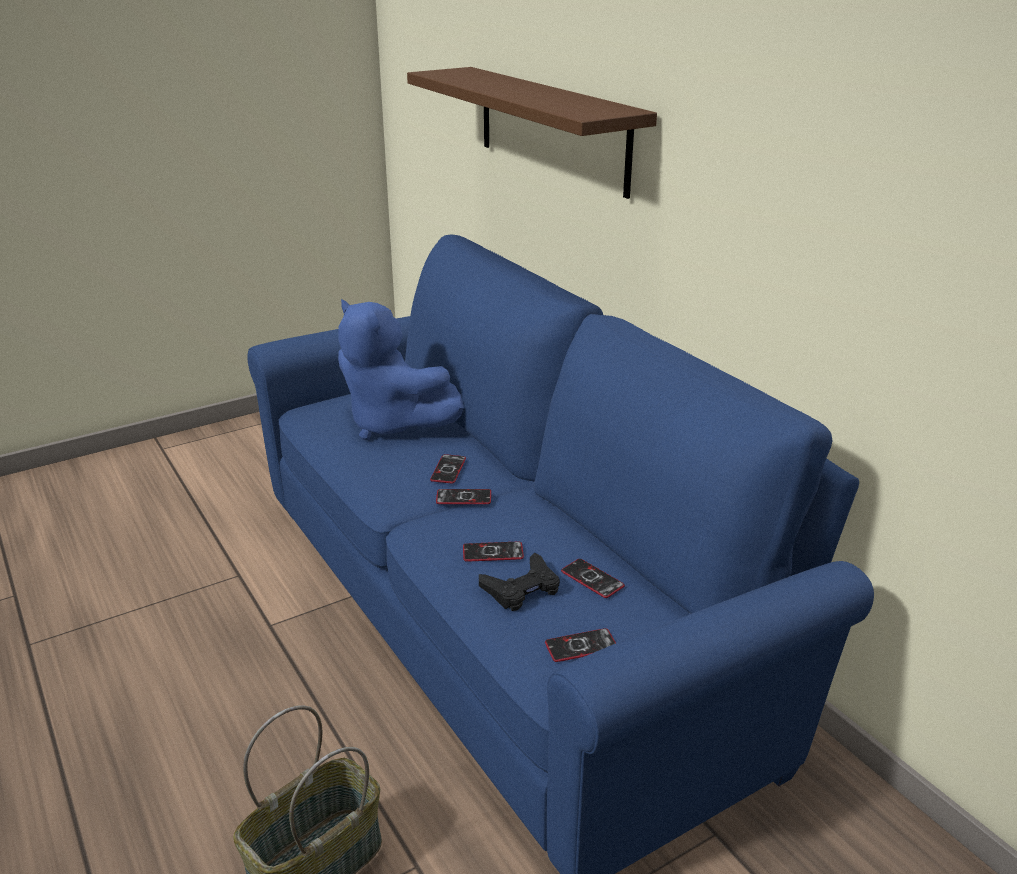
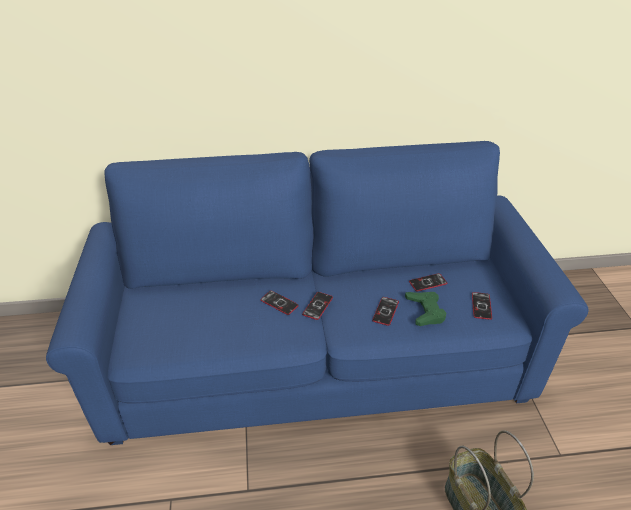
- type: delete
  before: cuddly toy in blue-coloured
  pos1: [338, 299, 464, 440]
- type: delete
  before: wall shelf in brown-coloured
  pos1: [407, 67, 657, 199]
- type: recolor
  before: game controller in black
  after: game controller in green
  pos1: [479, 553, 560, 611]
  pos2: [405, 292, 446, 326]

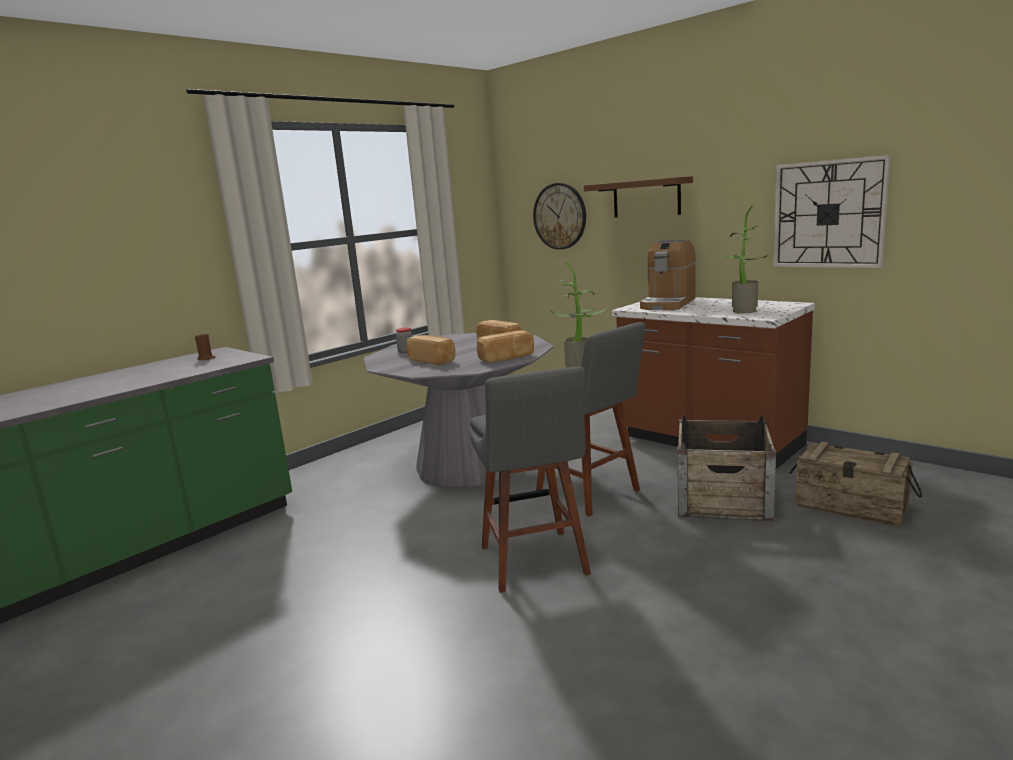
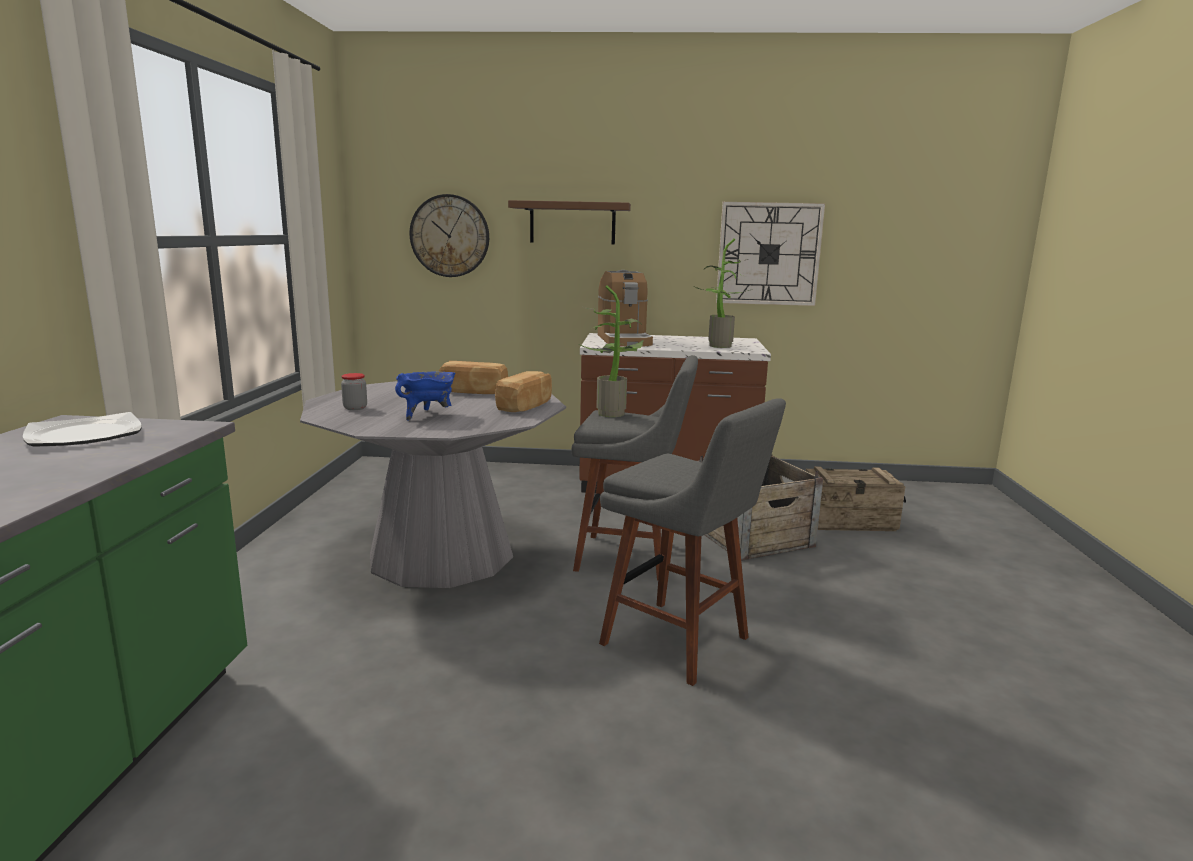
- type: replace
  before: candle in brown-coloured
  after: dinner plate
  pos1: [195, 333, 216, 360]
  pos2: [23, 412, 142, 447]
- type: replace
  before: bread
  after: stockpot in blue-coloured
  pos1: [406, 335, 455, 365]
  pos2: [395, 372, 455, 421]

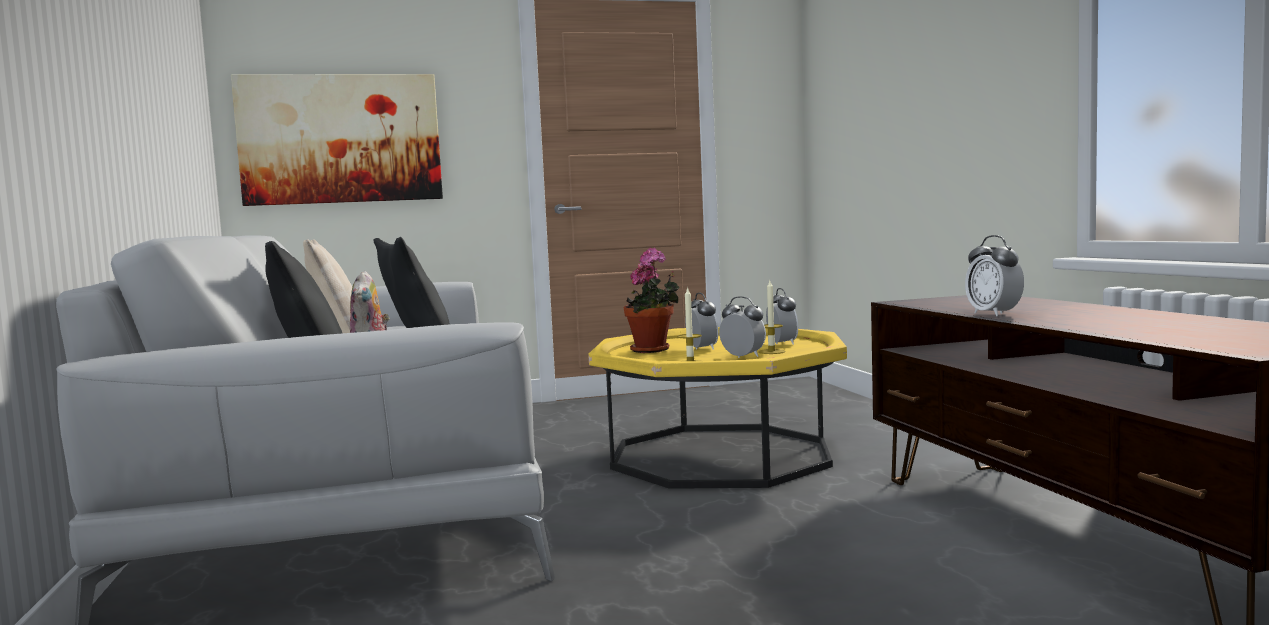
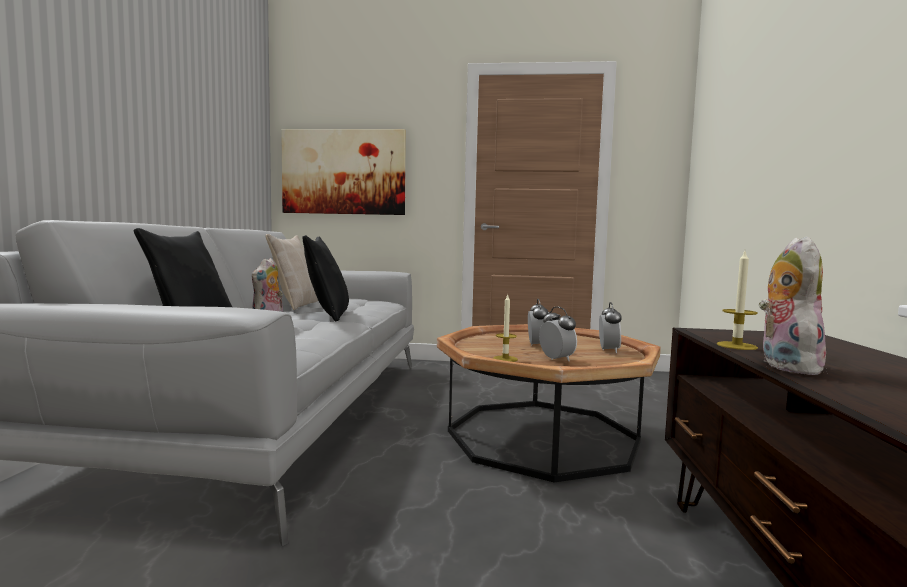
- type: delete
  before: potted plant
  pos1: [624, 248, 679, 353]
- type: move
  before: candle
  pos1: [758, 279, 786, 354]
  pos2: [717, 251, 758, 350]
- type: replace
  before: table clock
  after: cuddly toy
  pos1: [965, 235, 1024, 316]
  pos2: [759, 236, 826, 375]
- type: recolor
  before: lounge table in yellowish
  after: lounge table in brown-coloured
  pos1: [588, 327, 847, 489]
  pos2: [437, 324, 661, 483]

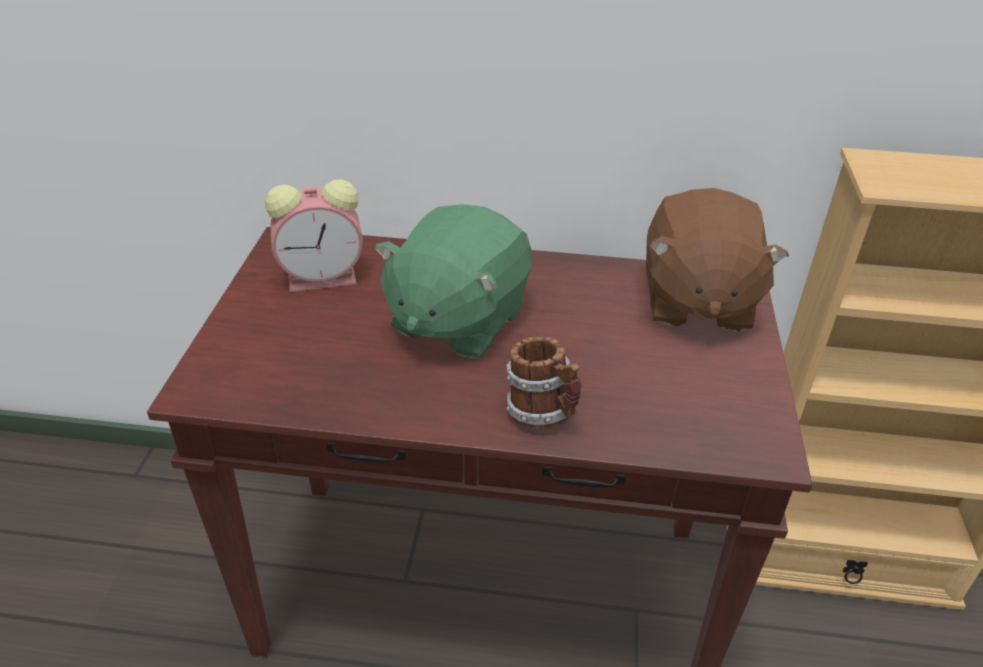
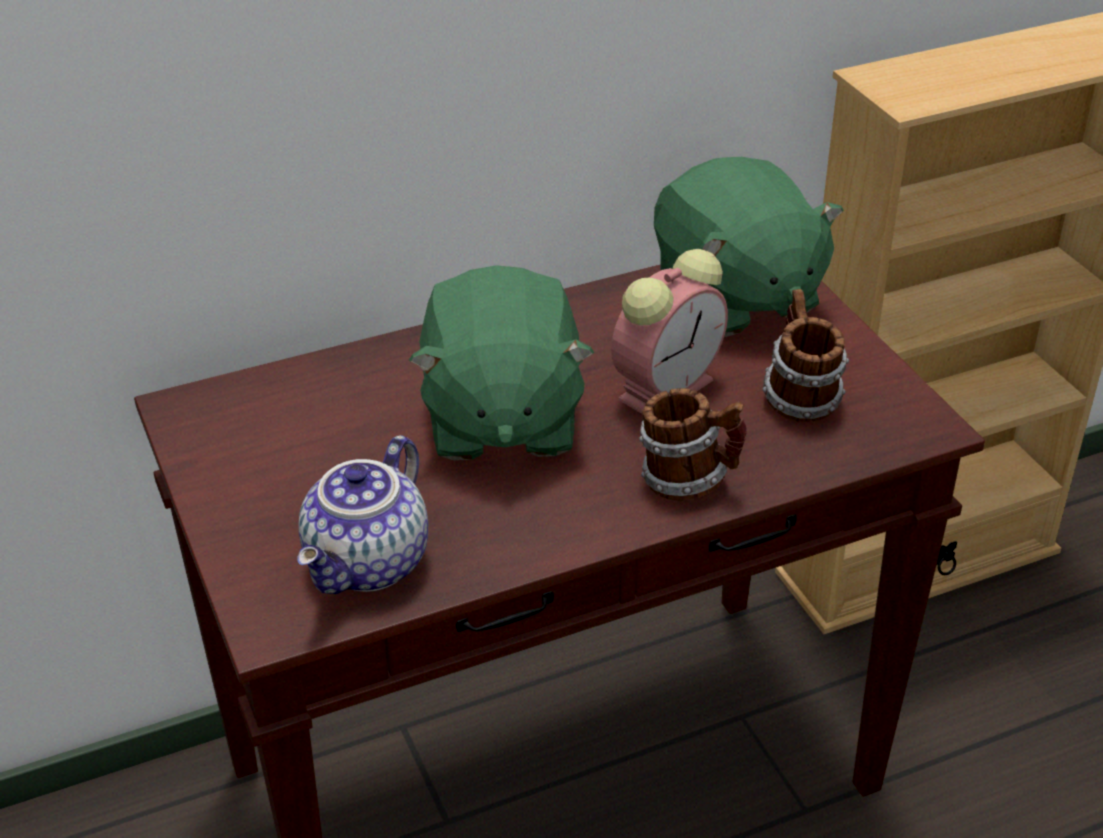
- type: insert
  after: teapot
  pos2: [297, 435, 428, 594]
- type: insert
  after: coffee mug
  pos2: [763, 289, 849, 422]
- type: move
  before: table clock
  pos1: [265, 180, 363, 292]
  pos2: [611, 249, 728, 414]
- type: recolor
  before: cuddly toy in brown-coloured
  after: cuddly toy in green
  pos1: [646, 188, 789, 332]
  pos2: [654, 157, 844, 337]

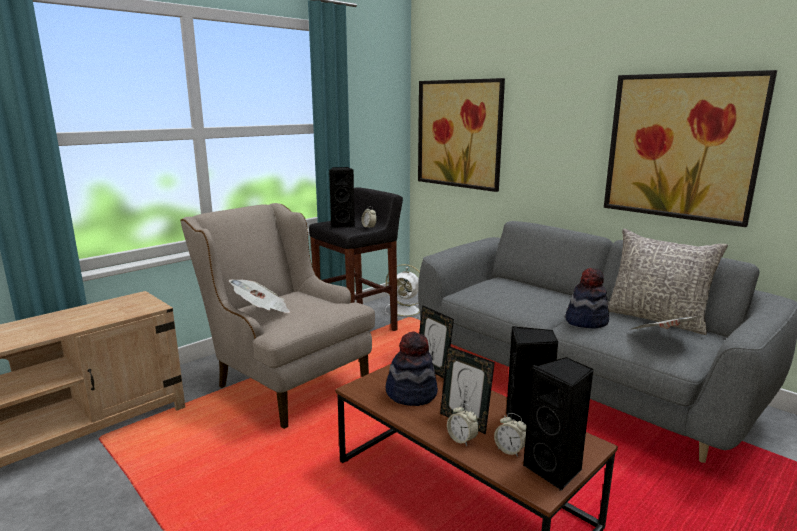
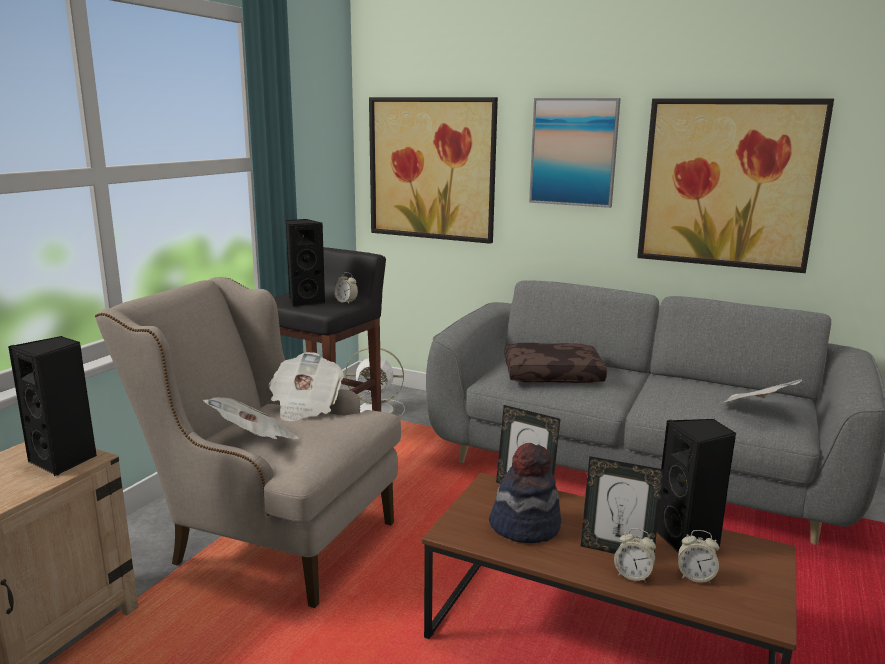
- type: delete
  before: clothing hat
  pos1: [565, 268, 609, 329]
- type: delete
  before: pillow in greyish
  pos1: [608, 229, 728, 335]
- type: insert
  after: newspaper
  pos2: [268, 352, 344, 421]
- type: insert
  after: pillow in brown-coloured
  pos2: [504, 343, 607, 383]
- type: insert
  after: wall picture
  pos2: [529, 98, 621, 208]
- type: move
  before: speaker in black
  pos1: [523, 357, 594, 491]
  pos2: [8, 336, 97, 476]

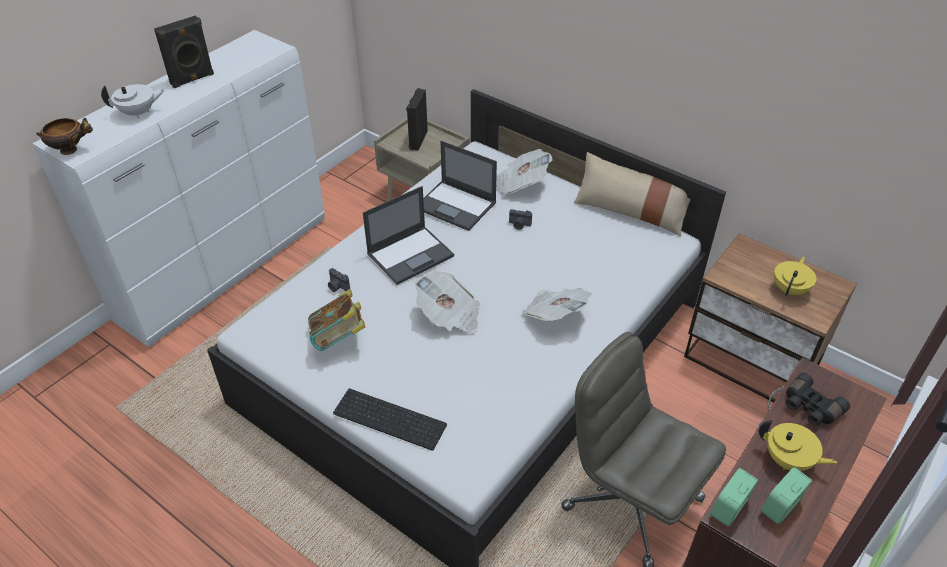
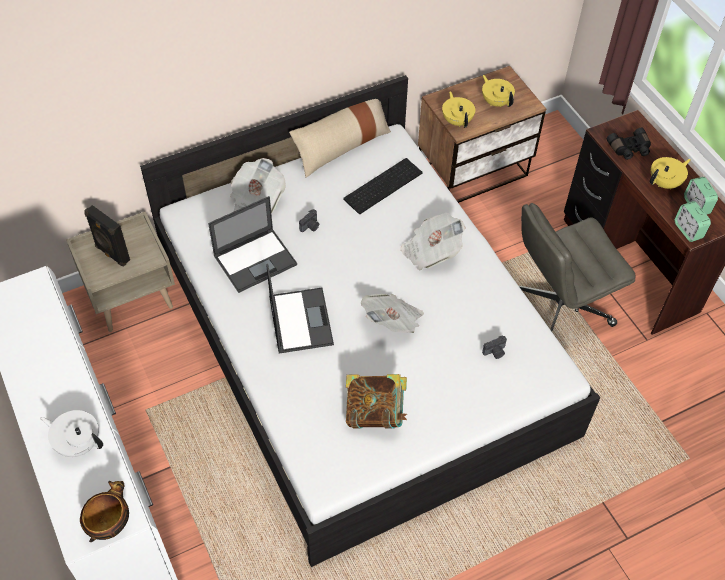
- type: delete
  before: speaker in black
  pos1: [154, 15, 214, 88]
- type: insert
  after: teapot in yellowish
  pos2: [442, 91, 475, 128]
- type: move
  before: photo camera
  pos1: [328, 268, 350, 292]
  pos2: [482, 336, 507, 359]
- type: move
  before: PC keyboard
  pos1: [333, 389, 447, 451]
  pos2: [343, 158, 423, 214]
- type: rotate
  before: teapot in white-coloured
  pos1: [101, 84, 165, 119]
  pos2: [40, 410, 103, 457]
  turn: -75

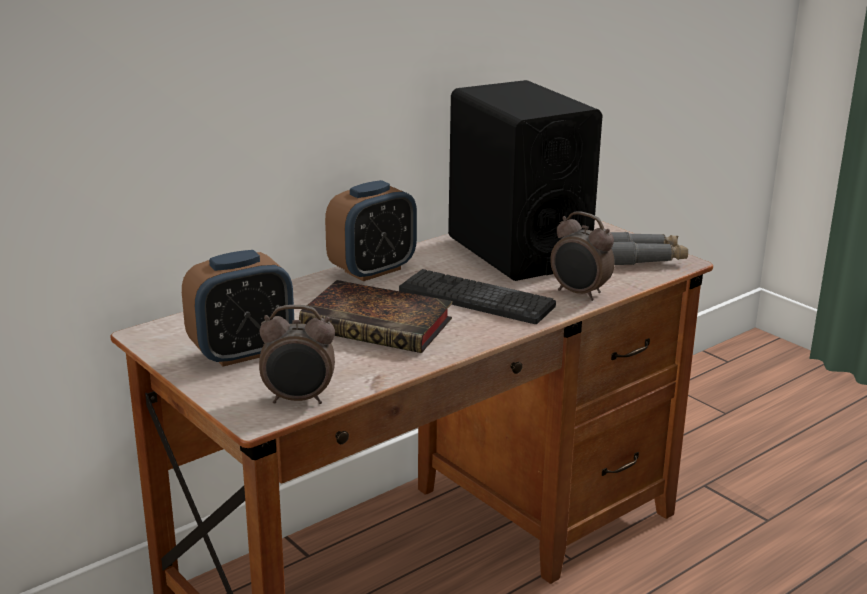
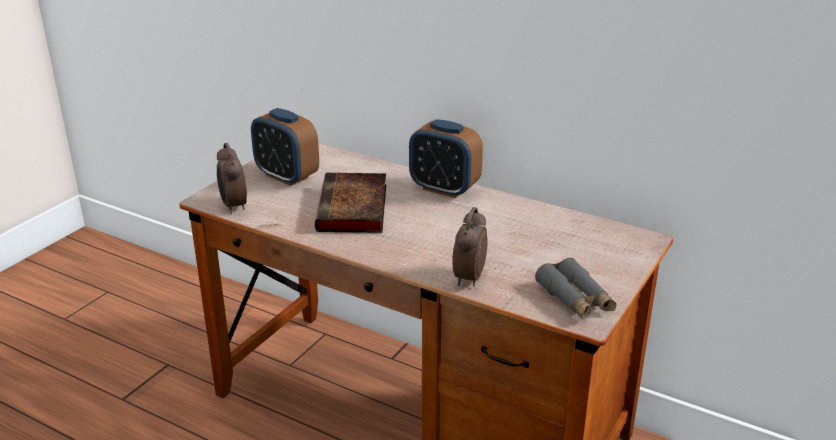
- type: delete
  before: PC keyboard
  pos1: [399, 269, 556, 324]
- type: delete
  before: speaker in black
  pos1: [448, 80, 603, 281]

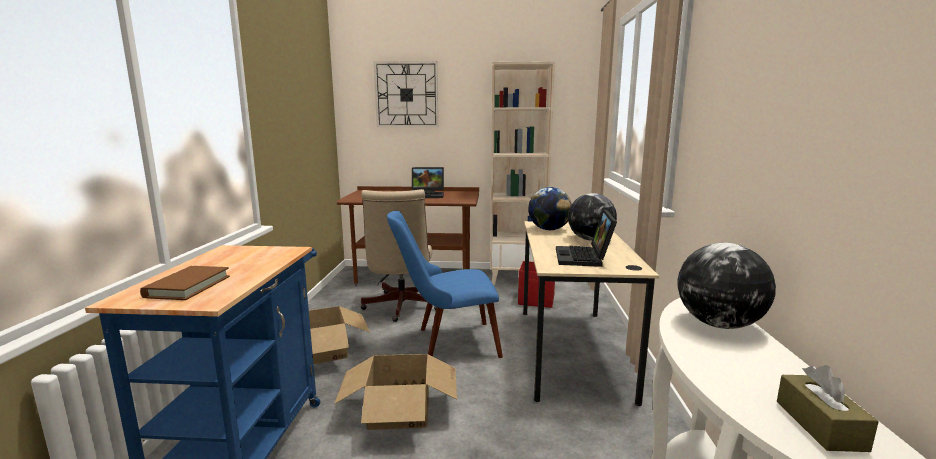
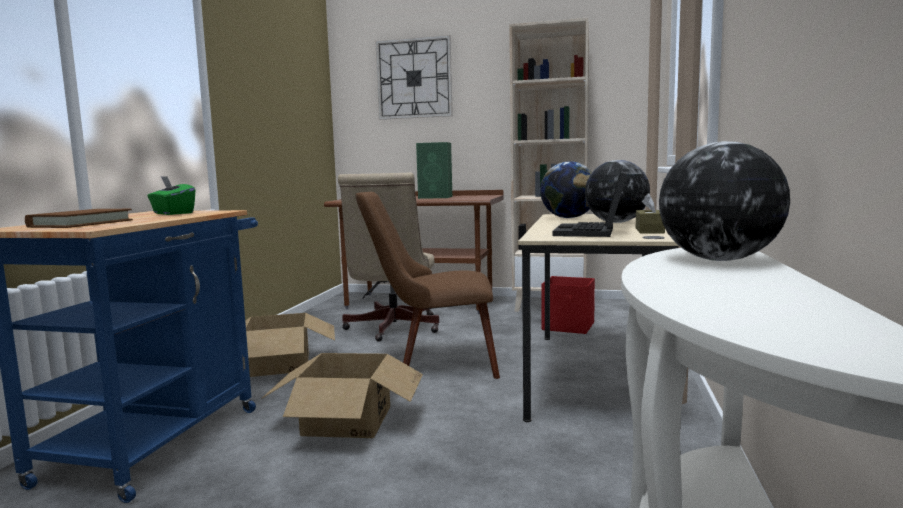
- type: insert
  after: tissue box in green
  pos2: [147, 176, 195, 215]
- type: move
  before: tissue box in brown-coloured
  pos1: [777, 365, 879, 452]
  pos2: [636, 193, 665, 233]
- type: replace
  before: portable computer
  after: speaker in green
  pos1: [412, 167, 444, 198]
  pos2: [416, 142, 452, 199]
- type: recolor
  before: chair in blue-coloured
  after: chair in brown-coloured
  pos1: [387, 211, 503, 358]
  pos2: [355, 192, 500, 379]

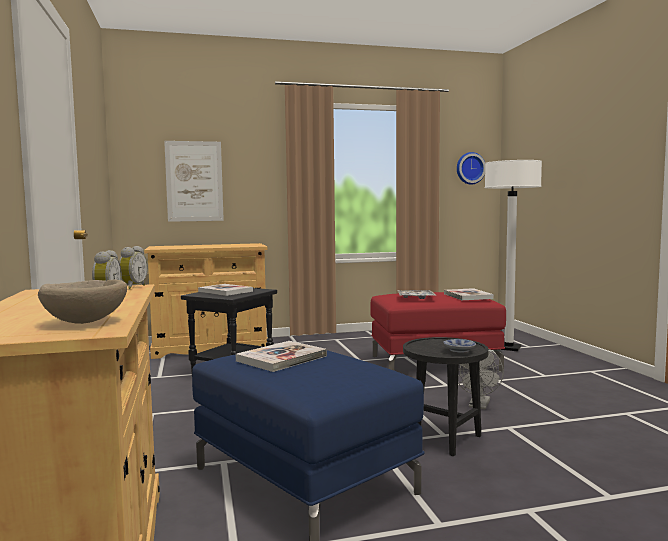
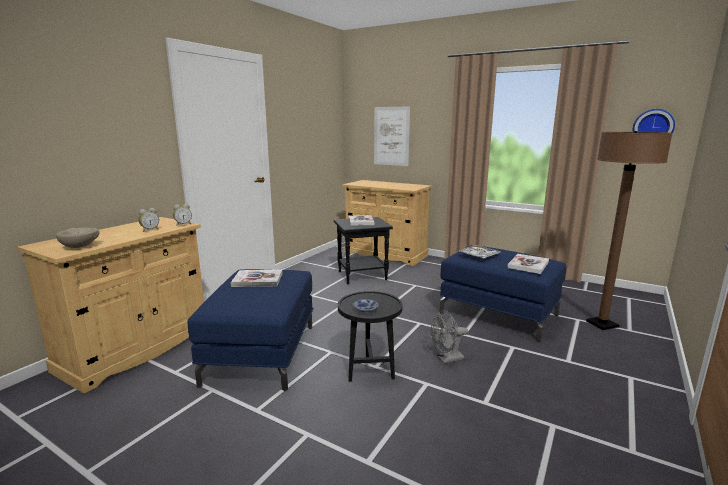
- type: recolor
  before: pouffe in red-coloured
  after: pouffe in blue-coloured
  pos1: [370, 292, 506, 371]
  pos2: [440, 245, 566, 342]
- type: recolor
  before: floor lamp in white-coloured
  after: floor lamp in brown-coloured
  pos1: [485, 160, 542, 351]
  pos2: [586, 131, 673, 330]

